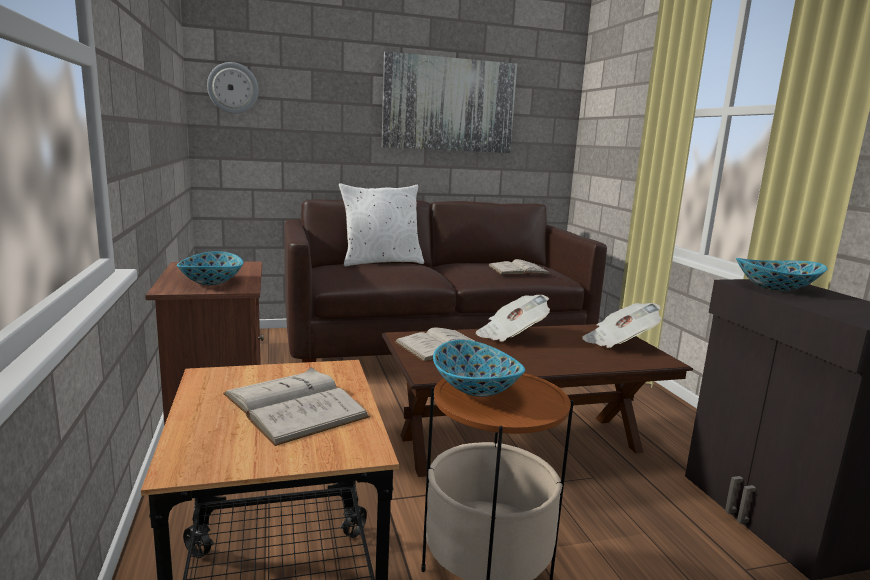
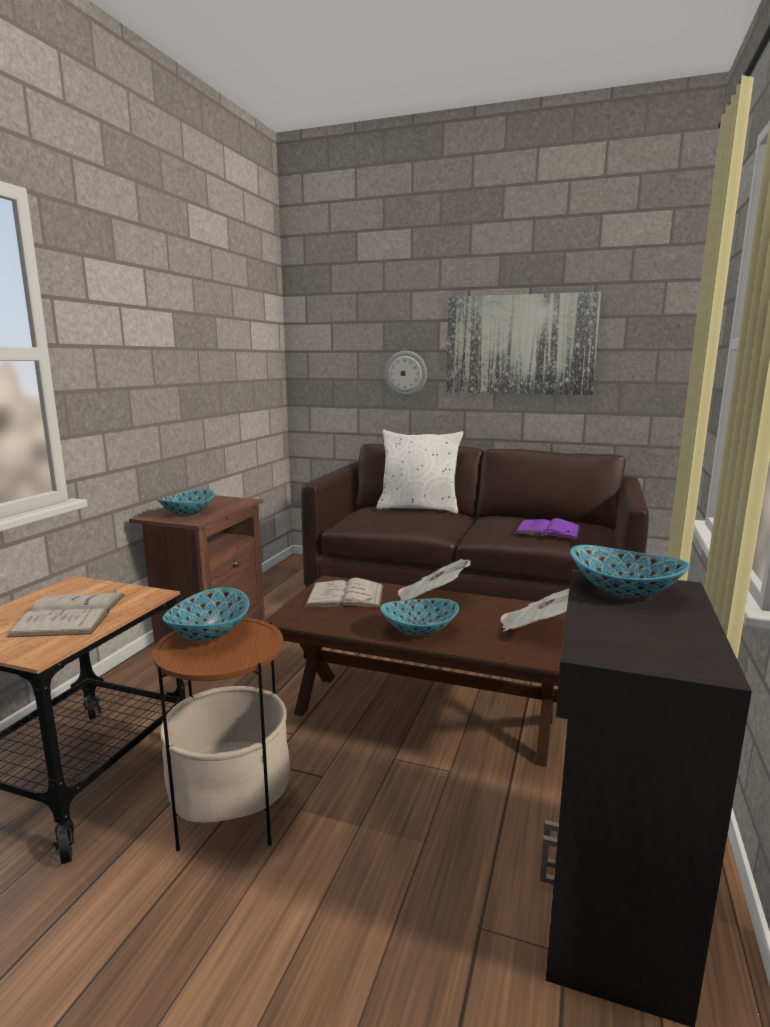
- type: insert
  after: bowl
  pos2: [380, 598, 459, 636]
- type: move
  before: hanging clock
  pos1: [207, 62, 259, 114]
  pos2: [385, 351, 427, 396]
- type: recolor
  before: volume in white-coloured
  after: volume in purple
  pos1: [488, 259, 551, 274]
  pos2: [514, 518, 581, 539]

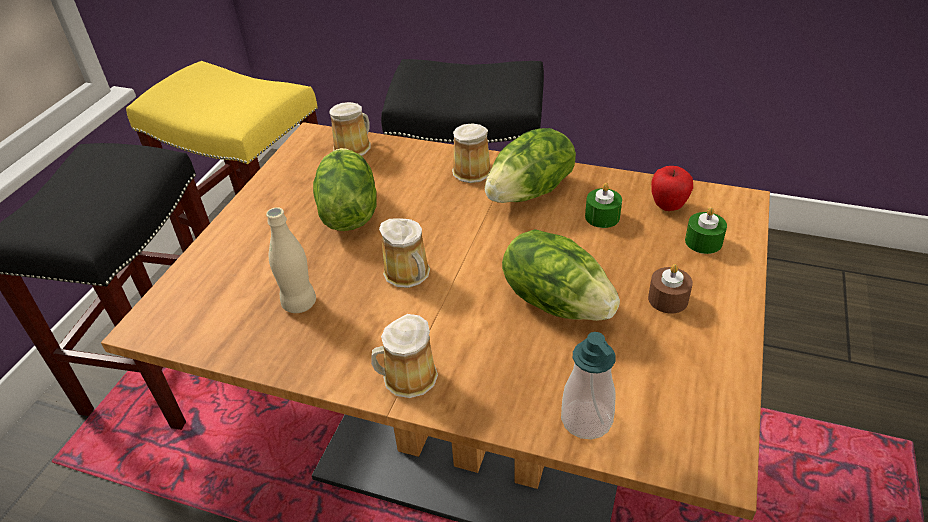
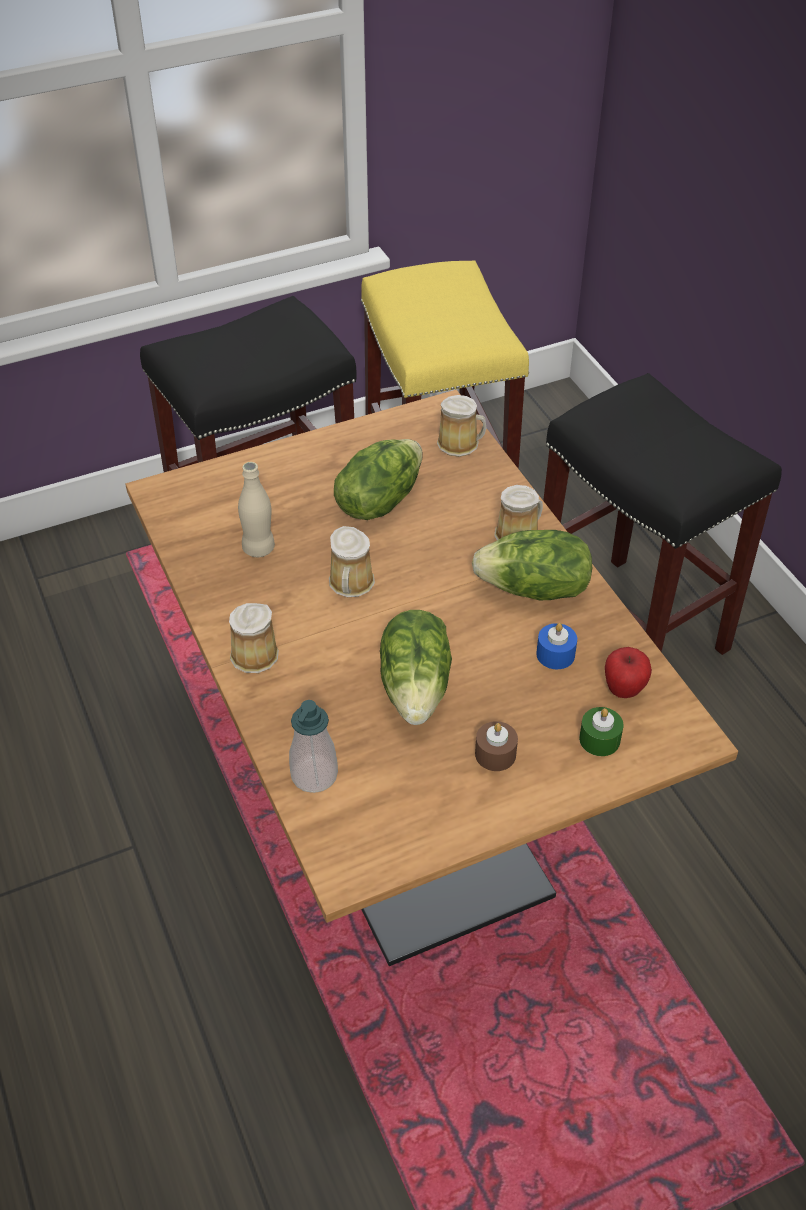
- type: recolor
  before: candle in green
  after: candle in blue-coloured
  pos1: [585, 183, 622, 228]
  pos2: [536, 623, 577, 669]

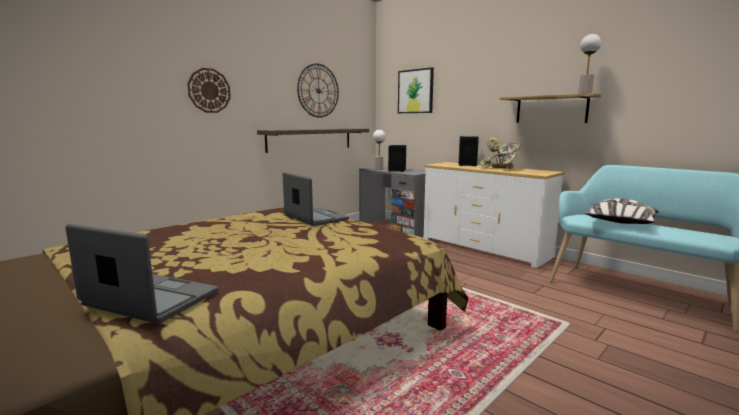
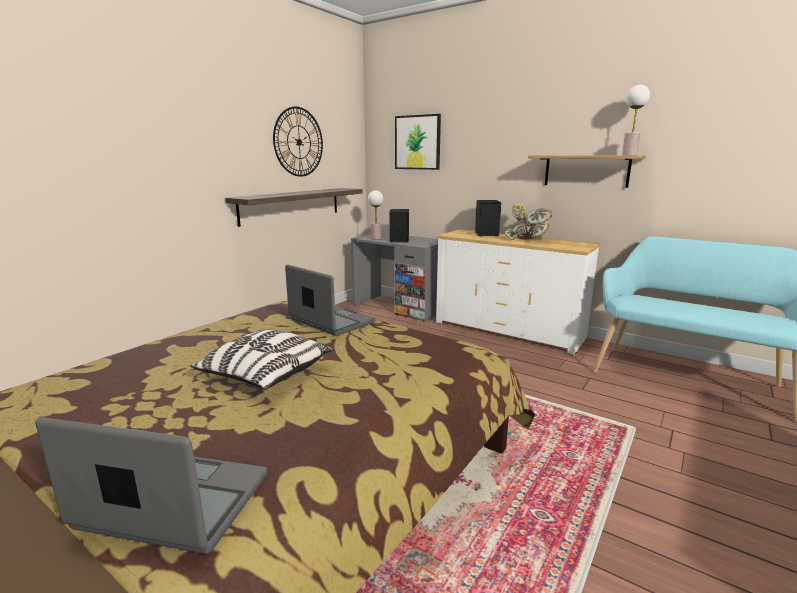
- type: delete
  before: hanging clock
  pos1: [187, 68, 231, 113]
- type: move
  before: pillow
  pos1: [585, 198, 659, 224]
  pos2: [190, 330, 333, 390]

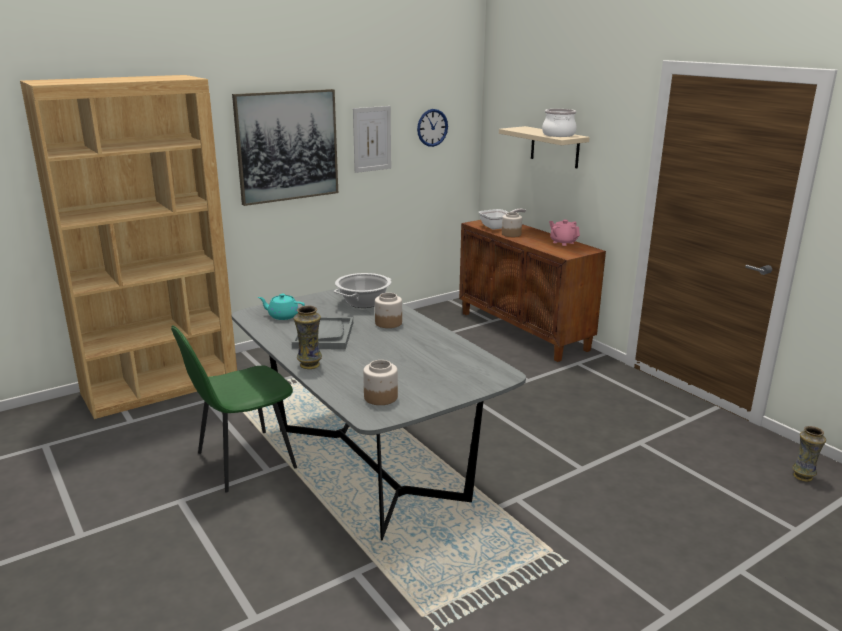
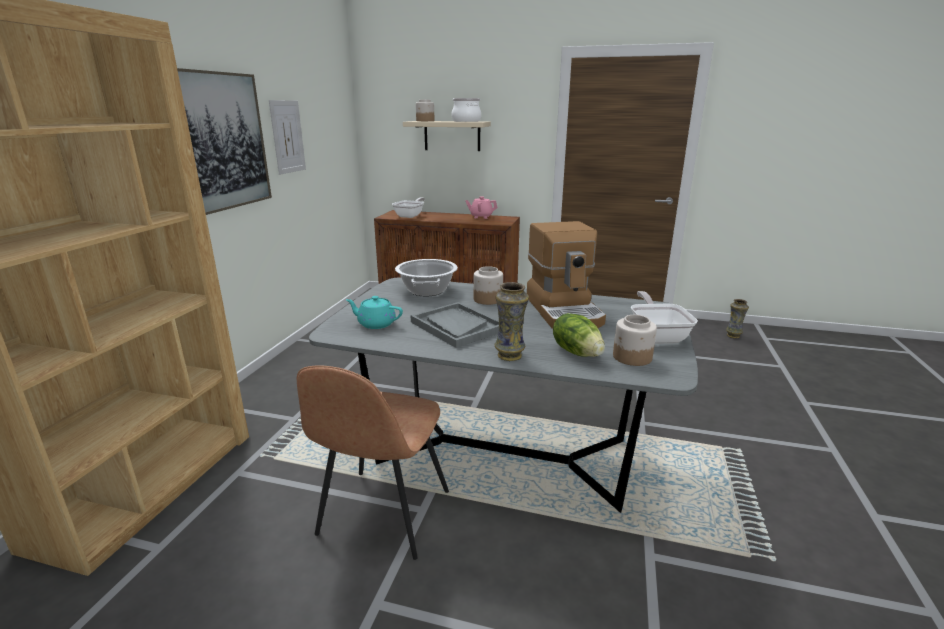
- type: delete
  before: hanging clock
  pos1: [417, 109, 448, 147]
- type: insert
  after: coffee machine
  pos2: [527, 221, 606, 329]
- type: insert
  after: lettuce head
  pos2: [553, 313, 605, 357]
- type: insert
  after: pan
  pos2: [631, 291, 698, 344]
- type: move
  before: storage jar
  pos1: [502, 212, 522, 237]
  pos2: [416, 99, 434, 121]
- type: recolor
  before: chair in green
  after: chair in brown-coloured
  pos1: [171, 326, 297, 492]
  pos2: [297, 365, 449, 560]
- type: rotate
  before: teapot in turquoise
  pos1: [258, 294, 305, 320]
  pos2: [346, 296, 403, 329]
  turn: 45

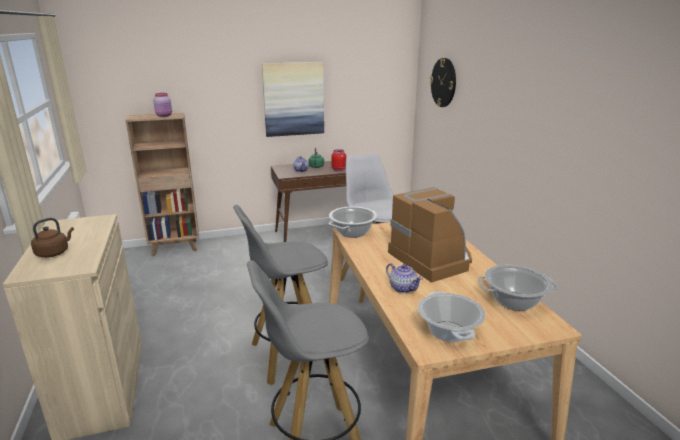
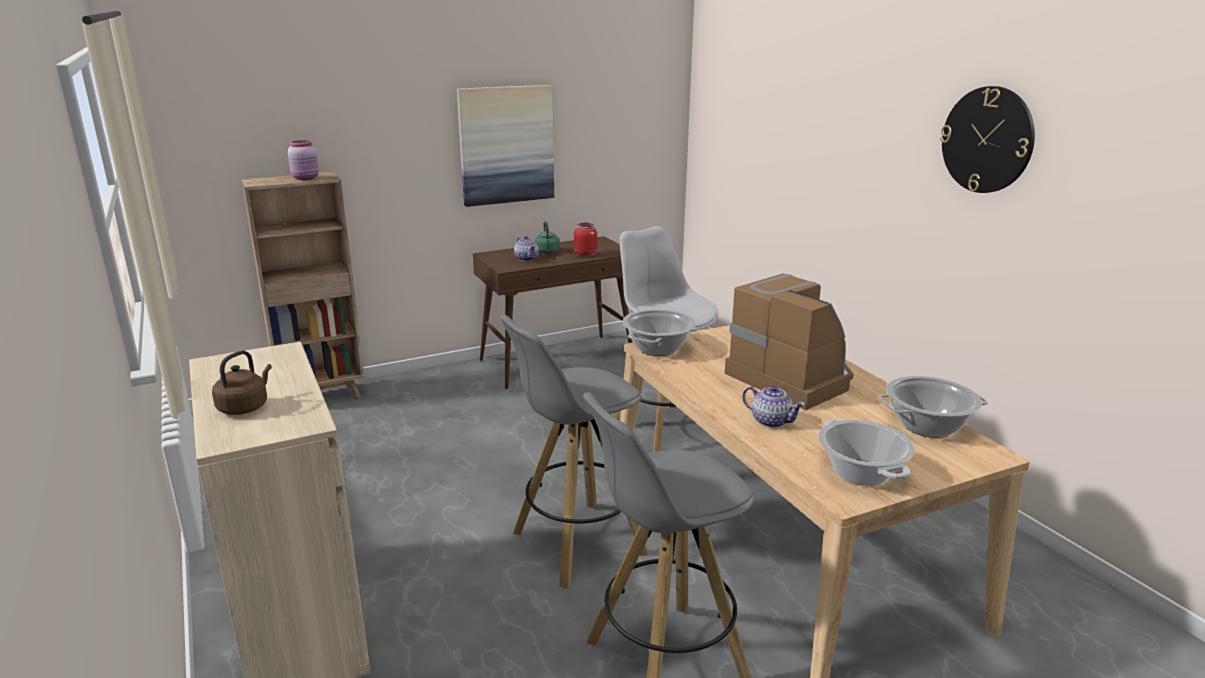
- type: move
  before: hanging clock
  pos1: [430, 58, 456, 107]
  pos2: [940, 86, 1035, 193]

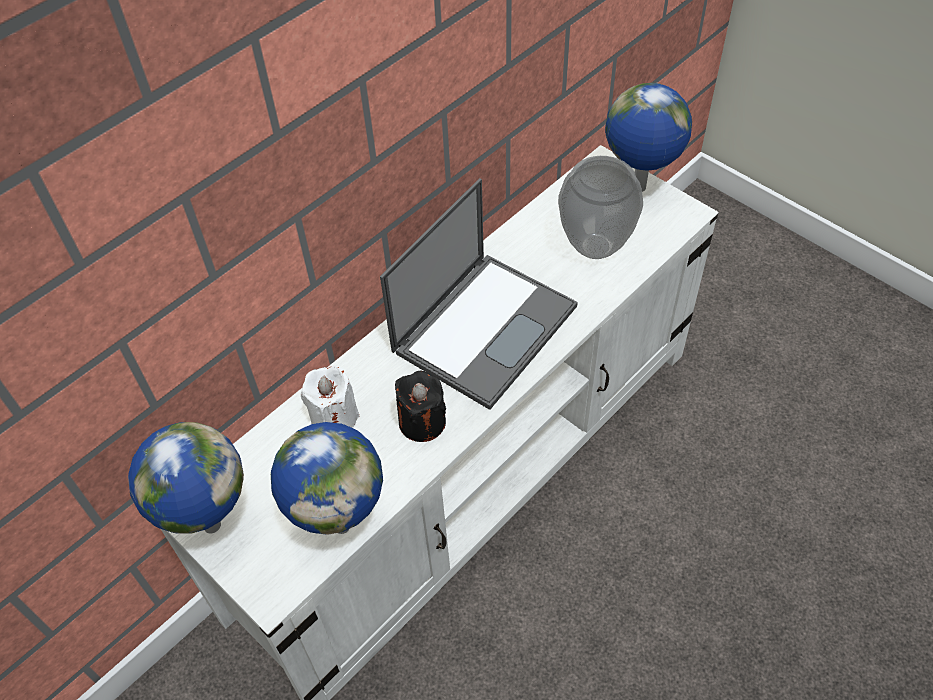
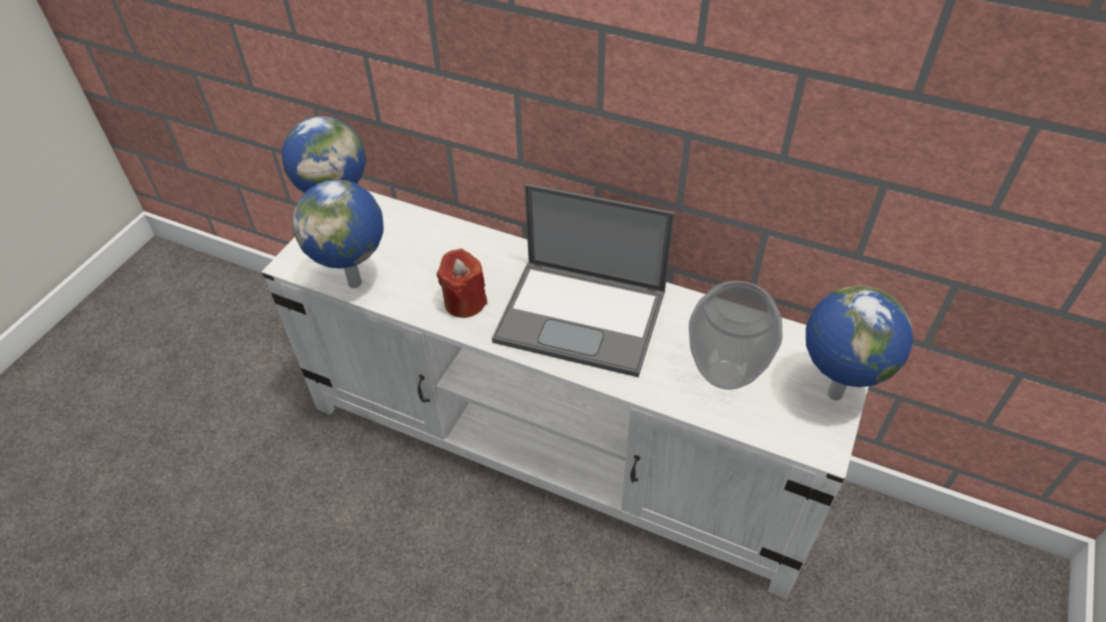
- type: delete
  before: candle in white-coloured
  pos1: [301, 366, 359, 428]
- type: recolor
  before: candle in black
  after: candle in red-coloured
  pos1: [395, 371, 446, 442]
  pos2: [437, 249, 487, 318]

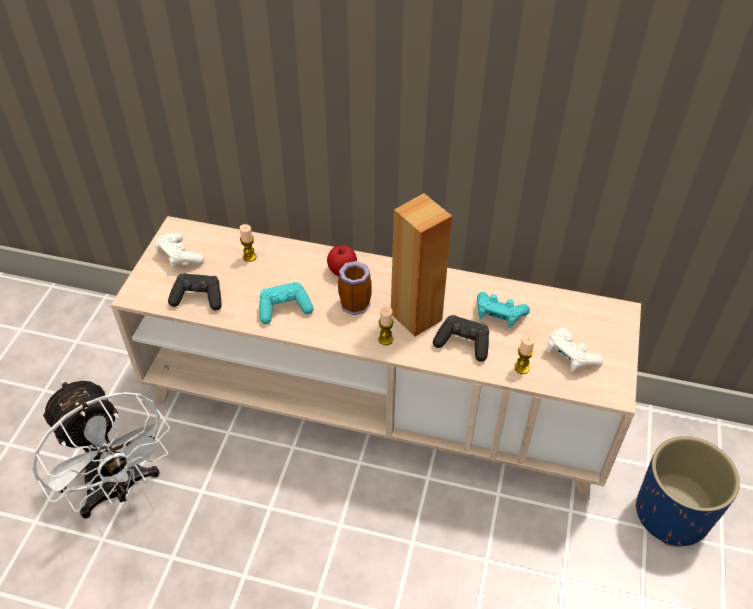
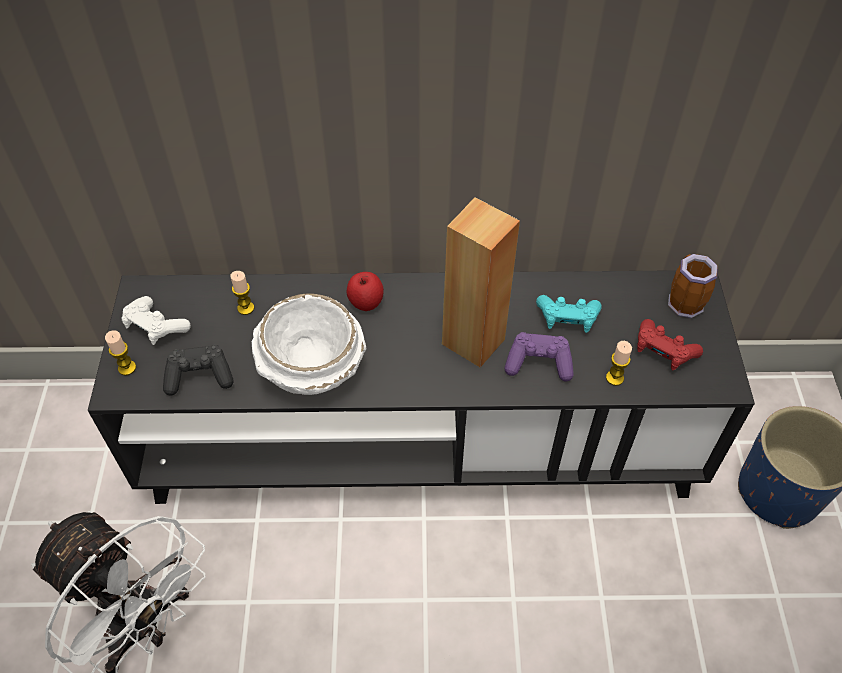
- type: move
  before: coffee mug
  pos1: [338, 261, 372, 315]
  pos2: [668, 254, 718, 318]
- type: move
  before: candle
  pos1: [378, 306, 394, 345]
  pos2: [105, 330, 136, 376]
- type: replace
  before: game controller in turquoise
  after: bowl in white-coloured
  pos1: [259, 282, 314, 324]
  pos2: [252, 293, 366, 395]
- type: recolor
  before: media console in beige
  after: media console in black
  pos1: [111, 216, 641, 500]
  pos2: [88, 270, 755, 504]
- type: recolor
  before: game controller in black
  after: game controller in purple
  pos1: [433, 315, 489, 362]
  pos2: [504, 332, 574, 381]
- type: recolor
  before: game controller in white-coloured
  after: game controller in red-coloured
  pos1: [547, 328, 603, 371]
  pos2: [637, 319, 703, 370]

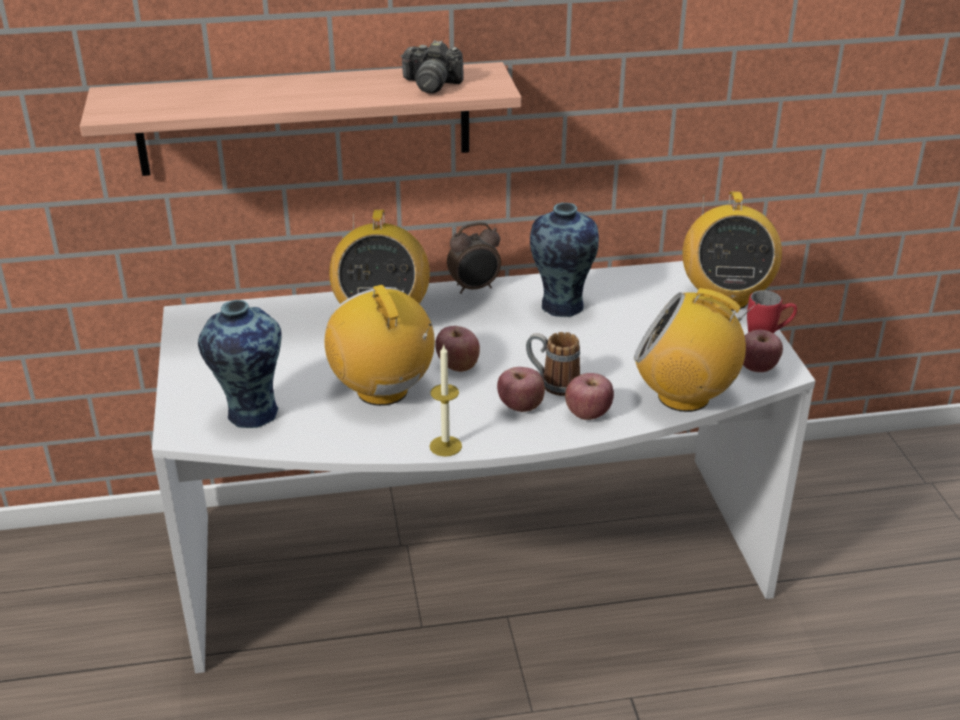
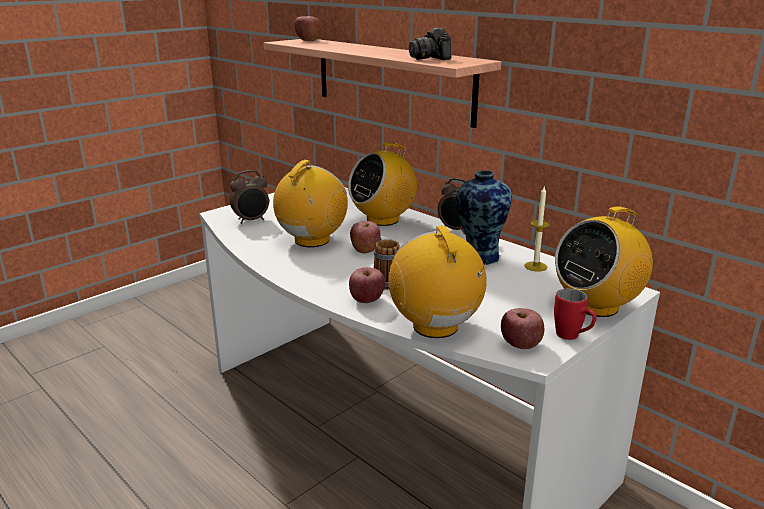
- type: move
  before: candle
  pos1: [429, 345, 462, 457]
  pos2: [524, 185, 551, 272]
- type: move
  before: apple fruit
  pos1: [497, 367, 545, 412]
  pos2: [294, 16, 321, 41]
- type: replace
  before: vase
  after: table clock
  pos1: [198, 300, 282, 428]
  pos2: [230, 170, 269, 224]

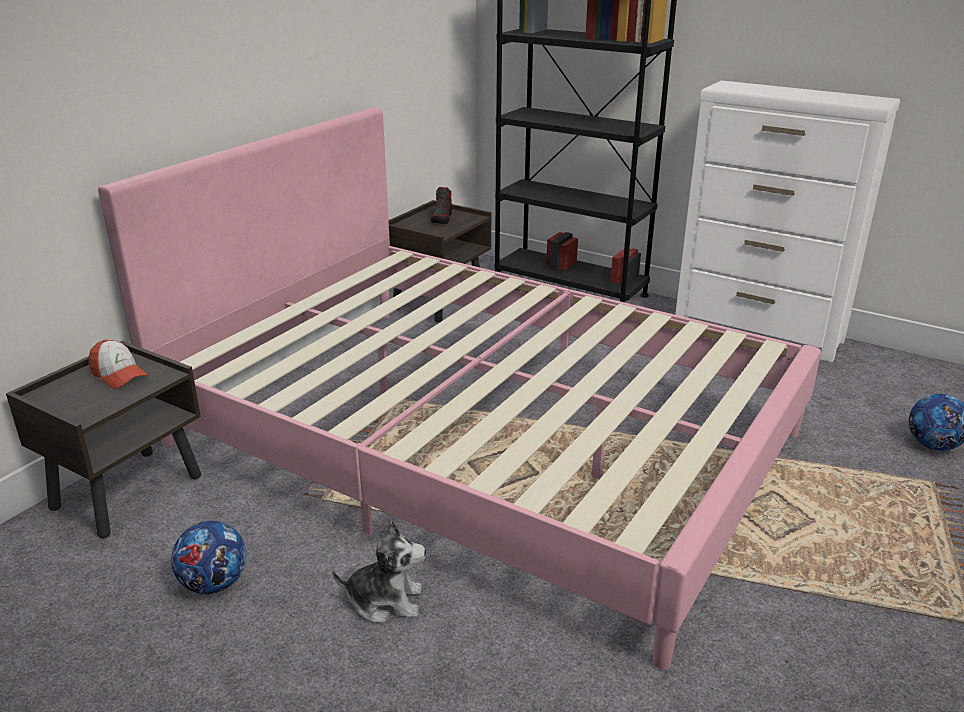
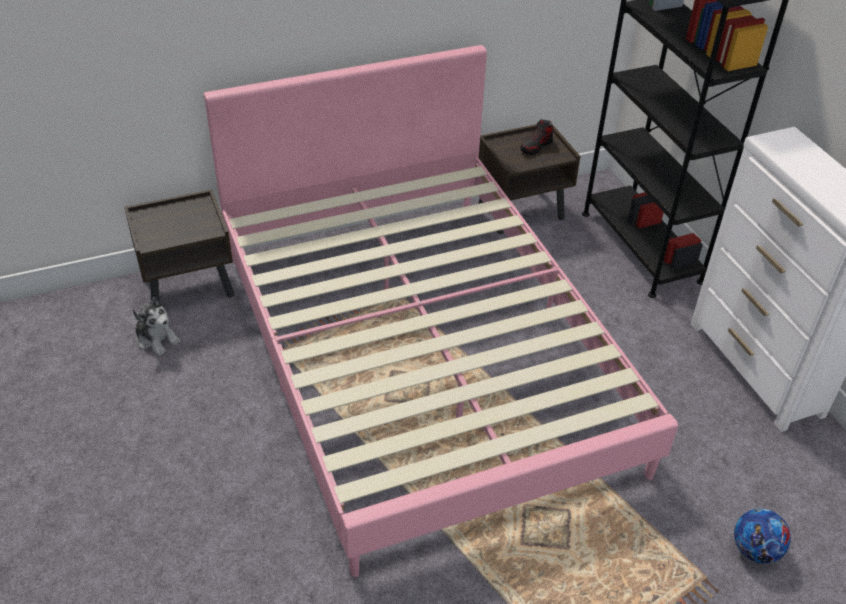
- type: delete
  before: peaked cap
  pos1: [88, 340, 148, 389]
- type: delete
  before: football ball
  pos1: [171, 521, 246, 594]
- type: move
  before: cuddly toy
  pos1: [332, 521, 426, 623]
  pos2: [133, 297, 180, 356]

